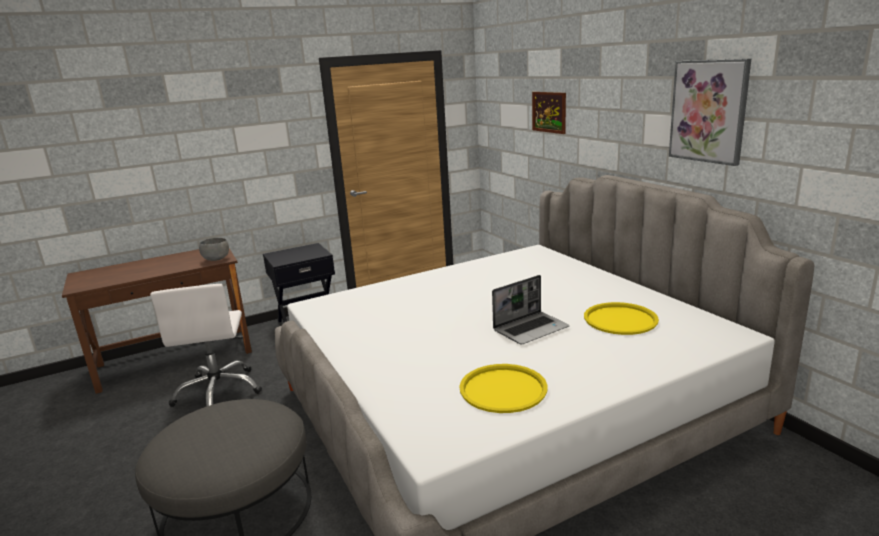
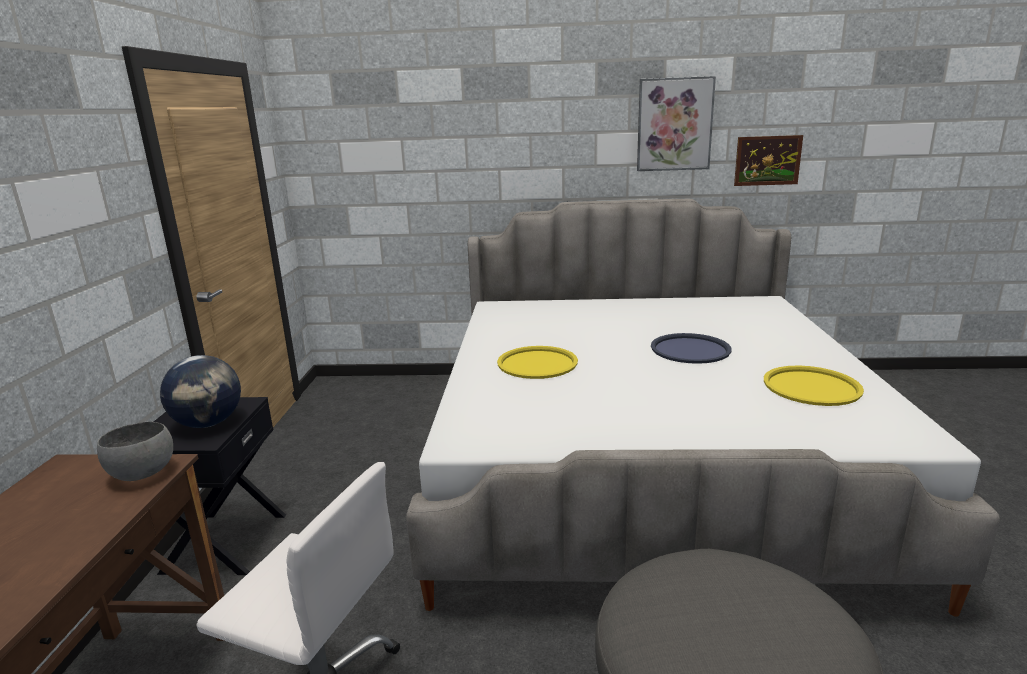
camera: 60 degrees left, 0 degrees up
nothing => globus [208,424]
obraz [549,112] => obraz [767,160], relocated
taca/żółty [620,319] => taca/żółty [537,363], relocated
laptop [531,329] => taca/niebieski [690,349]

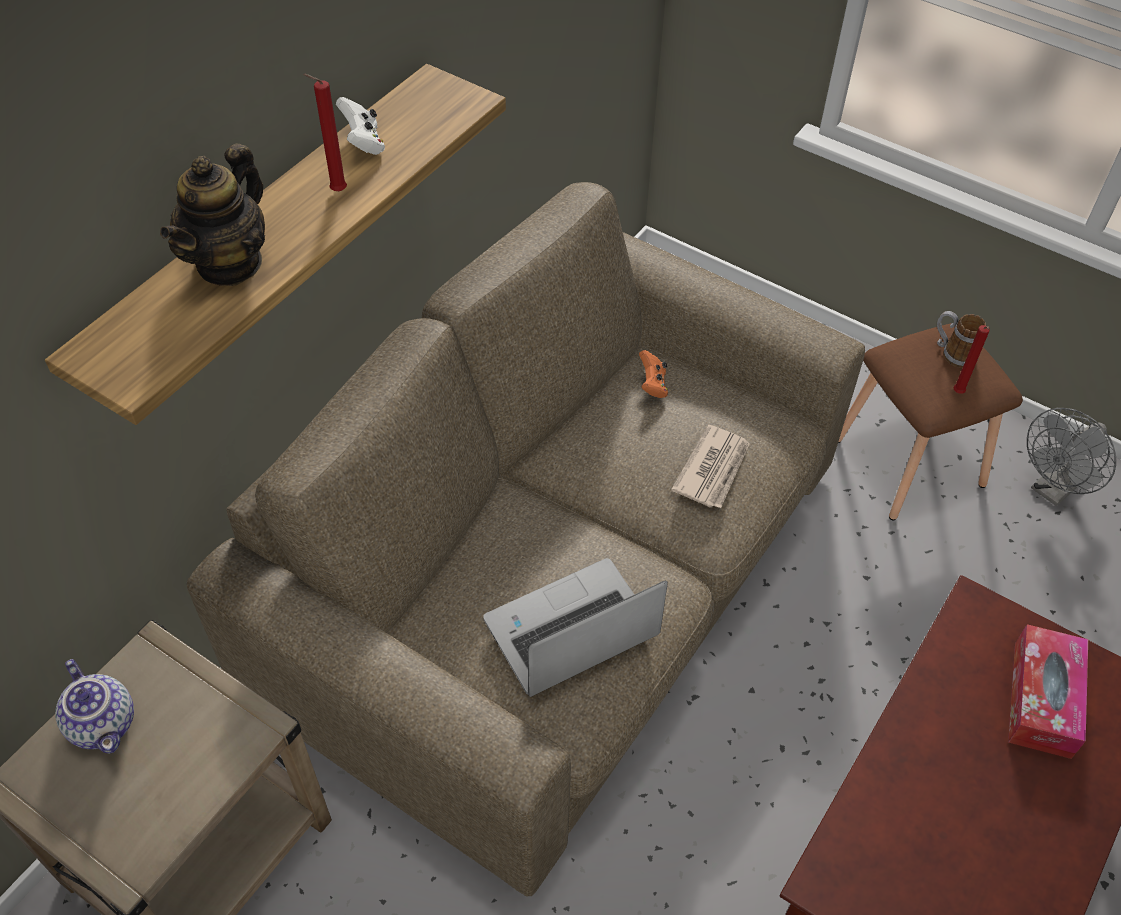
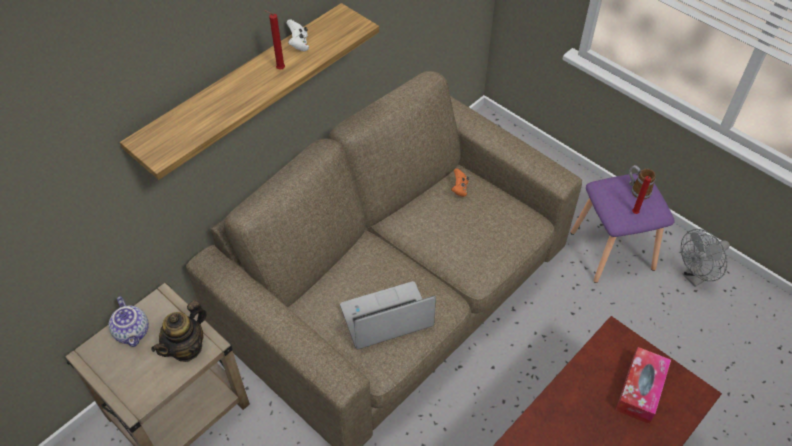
camera: 10 degrees right, 0 degrees up
gazeta [713,469] => nothing
imbryk [230,263] => imbryk [187,348], relocated
stołek/brązowy [911,463] => stołek/fioletowy [613,251]

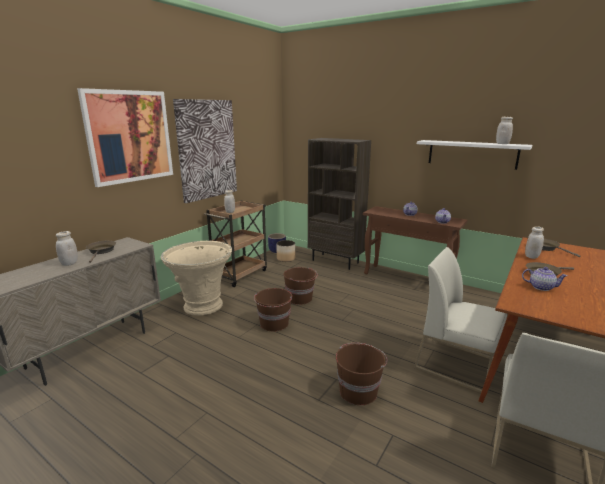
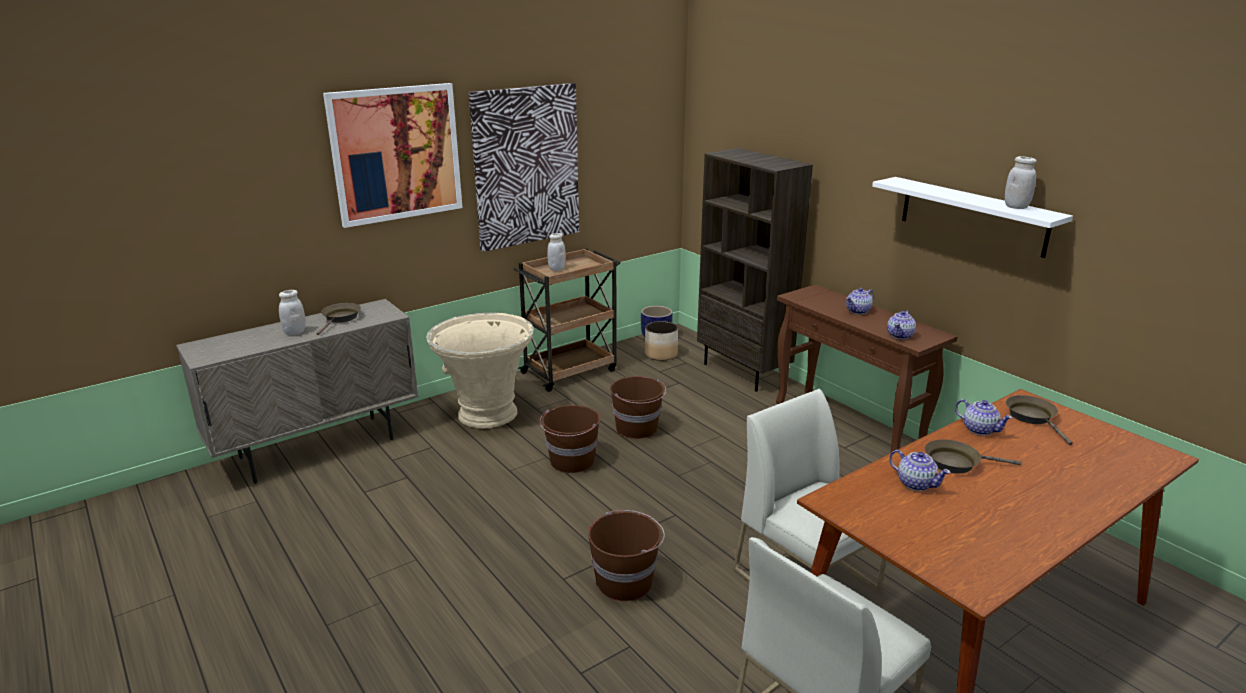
camera: 20 degrees right, 5 degrees up
słoik/biały [532,257] => imbryk [979,429]

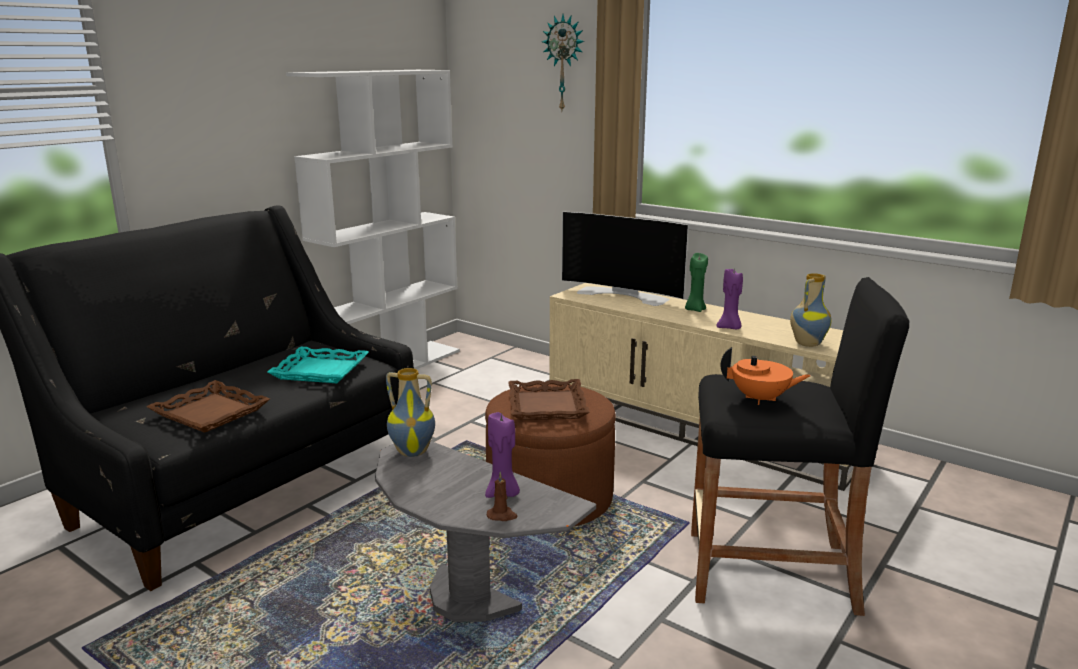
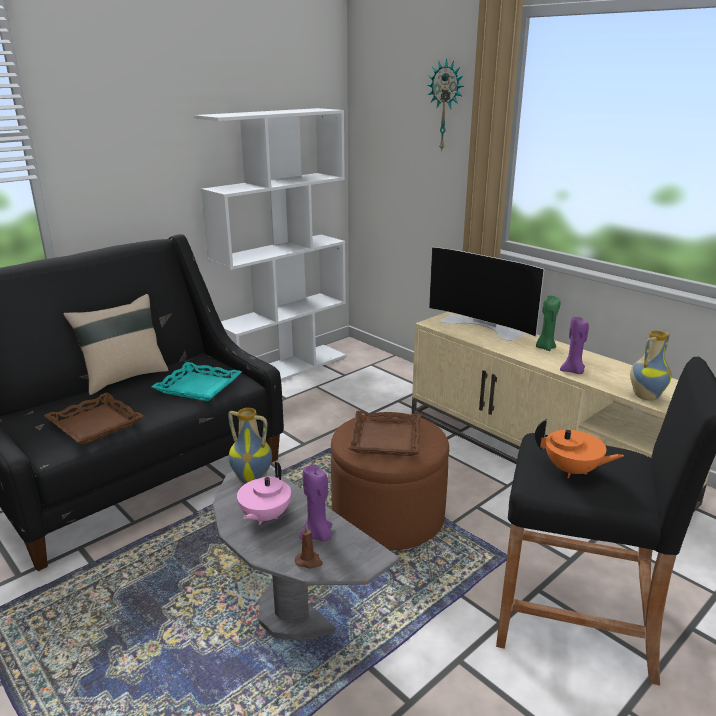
camera: 10 degrees right, 5 degrees up
nothing => poduszka/beżowy [124,377]
nothing => imbryk/różowy [264,516]

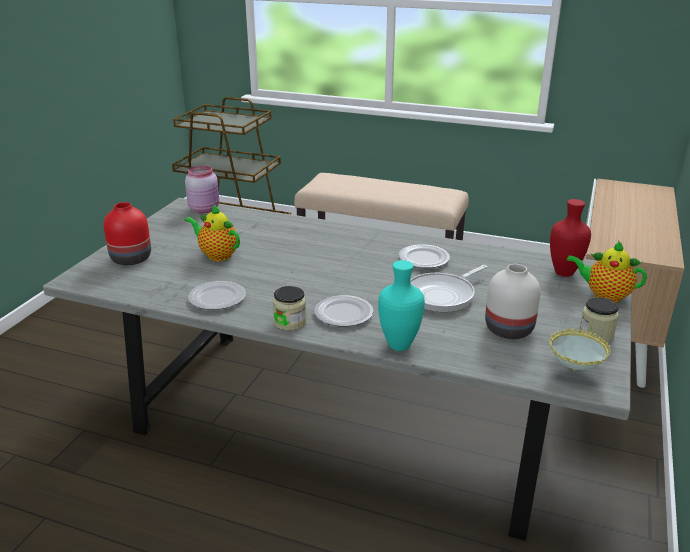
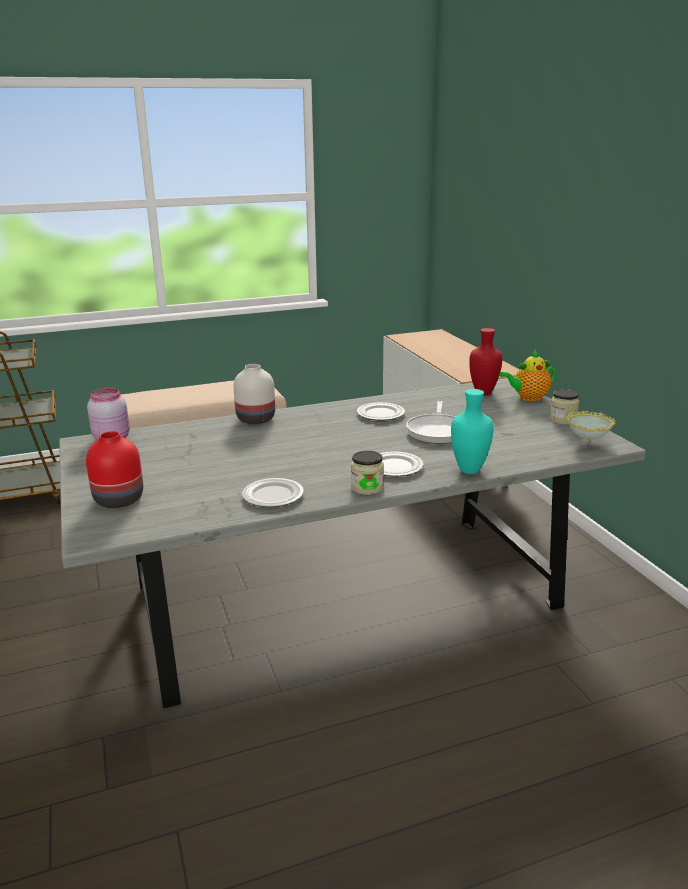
camera: 40 degrees left, 5 degrees down
imbryk [217,255] => nothing
wazon/biały [508,330] => wazon/biały [255,419], relocated

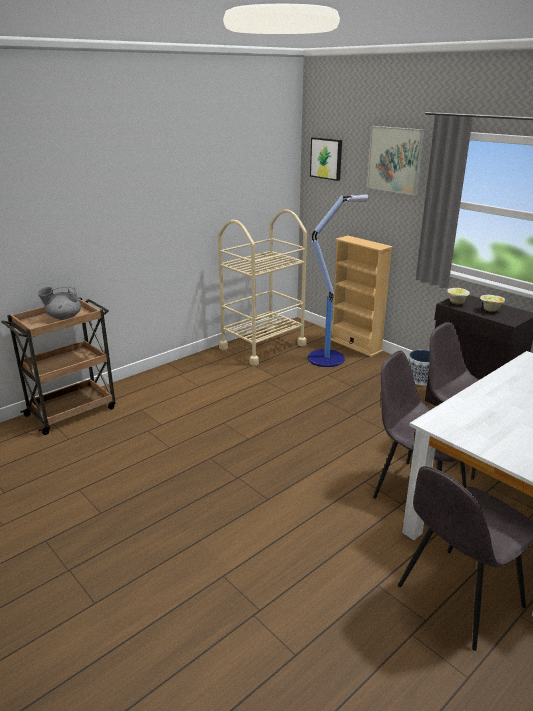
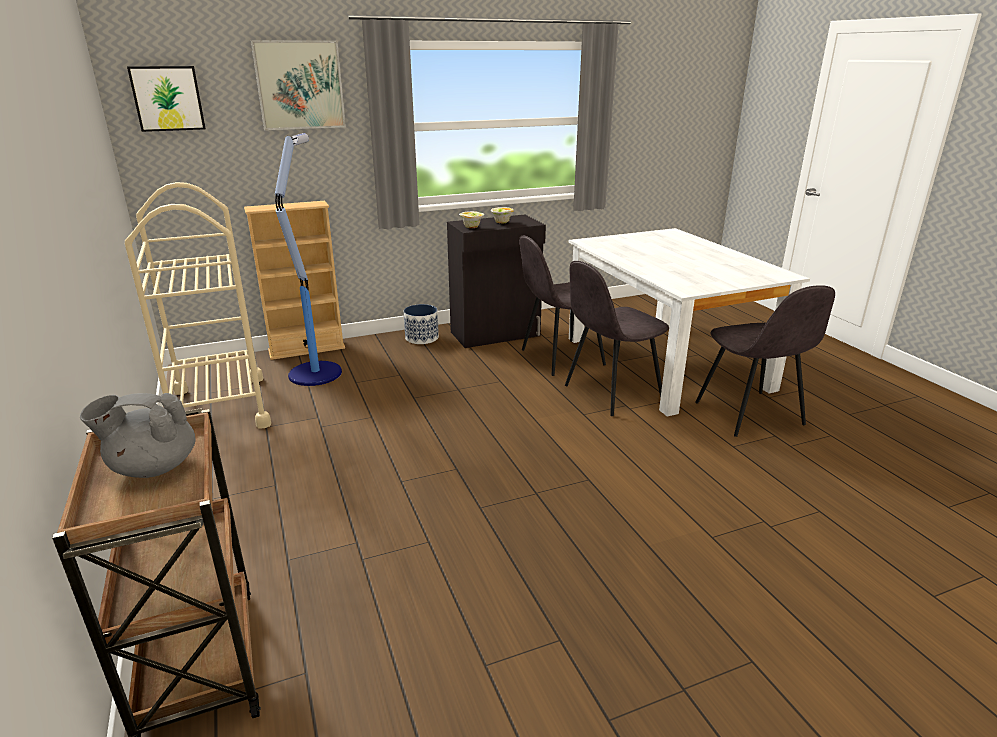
camera: 70 degrees left, 0 degrees up
imbryk/szary [63,317] => imbryk/szary [153,467], 90 degrees clockwise

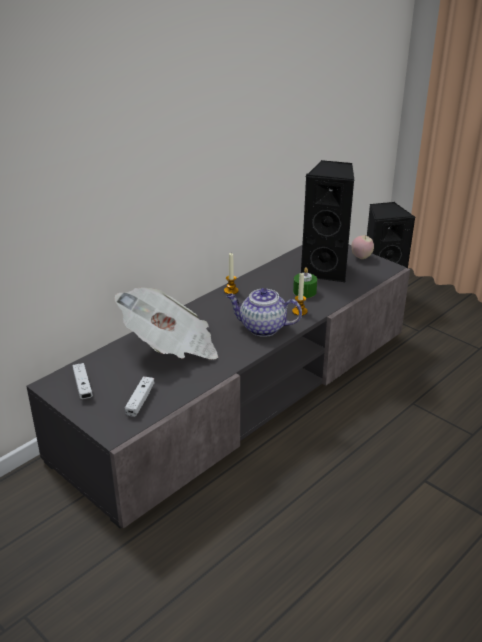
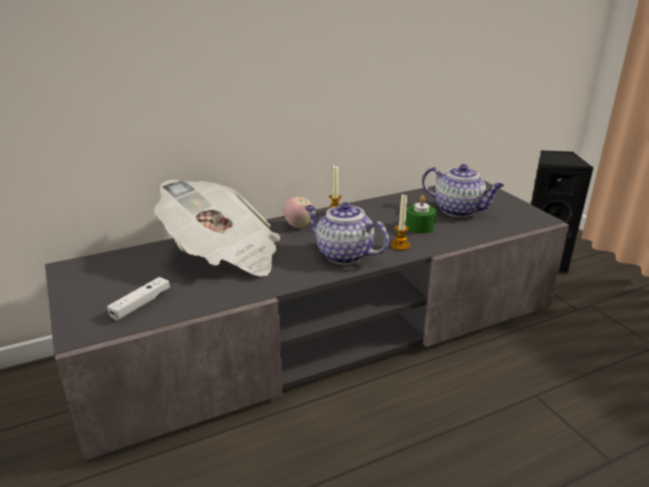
camera: 20 degrees right, 5 degrees down
pad do gier/biały [83,386] => nothing
jabłko [361,257] => jabłko [298,226], relocated
głośnik/czarny [326,270] => imbryk [459,210]

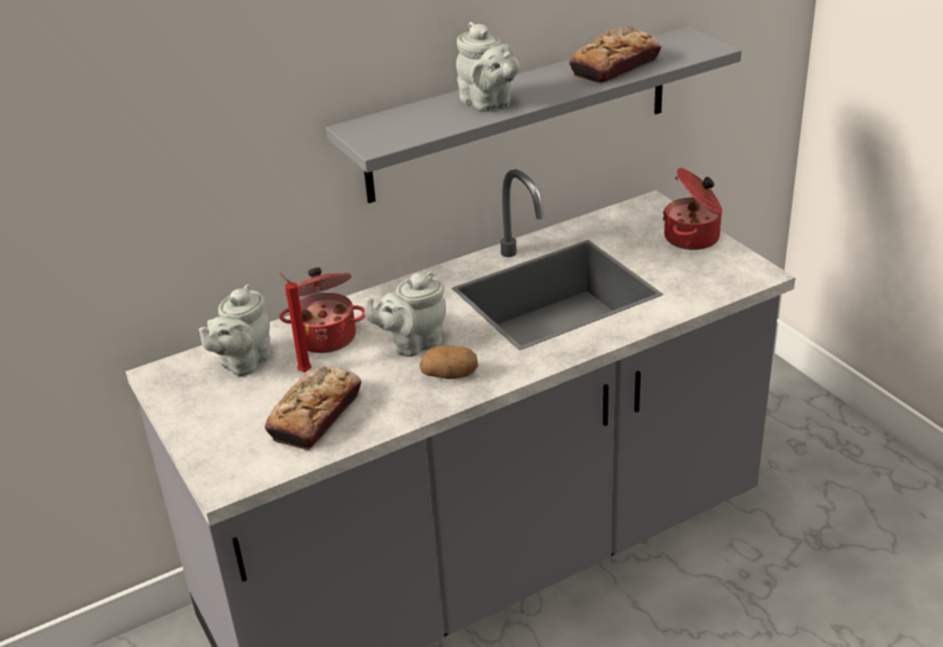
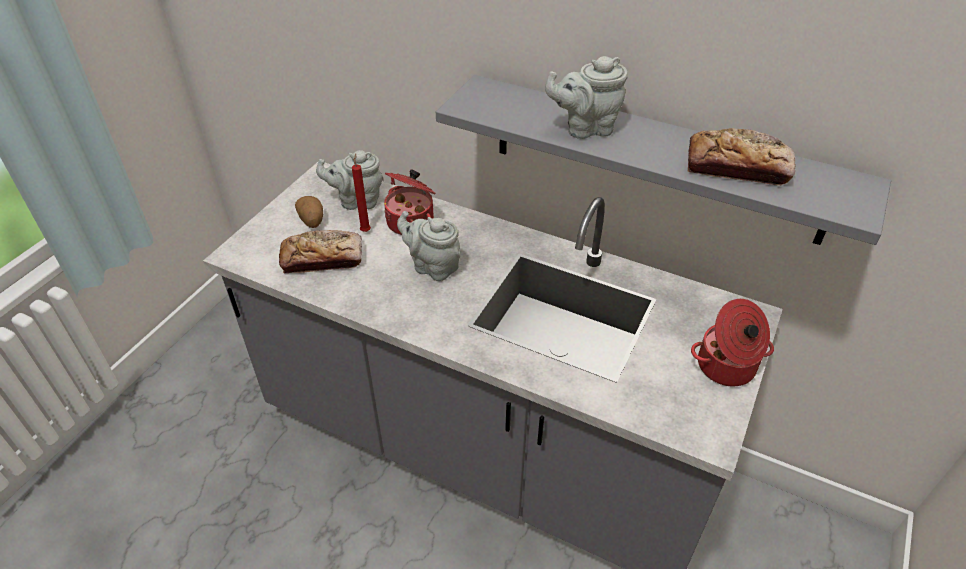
camera: 55 degrees right, 10 degrees up
ziemniak [450,375] => ziemniak [312,221], relocated
imbryk/szary [488,103] => imbryk/szary [585,128], 60 degrees clockwise

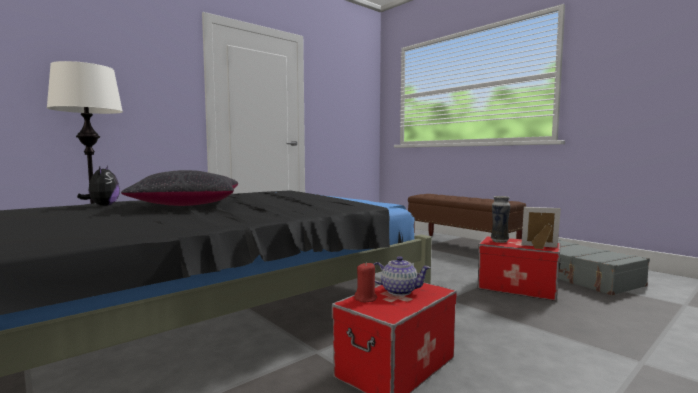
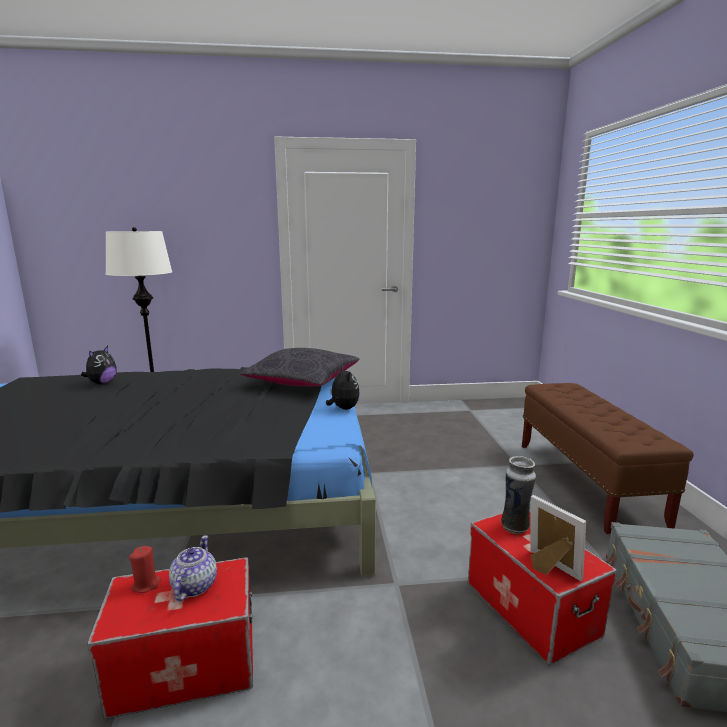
camera: 35 degrees right, 10 degrees up
nothing => pluszak [343,408]
poduszka/czarny [189,205] => poduszka/czarny [303,381], relocated
imbryk [399,291] => imbryk [194,586], 135 degrees counterclockwise

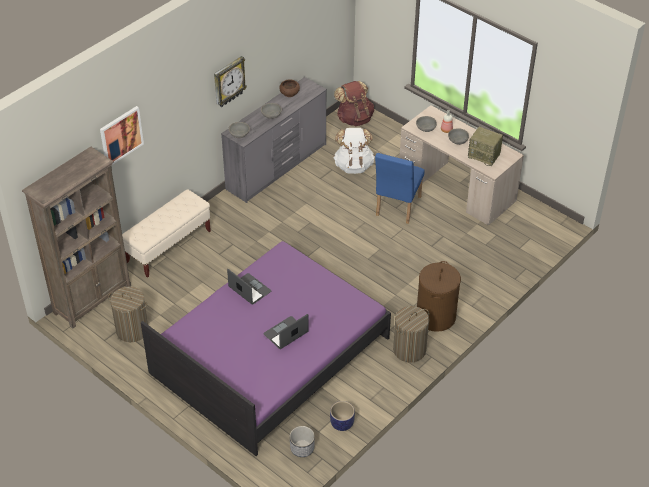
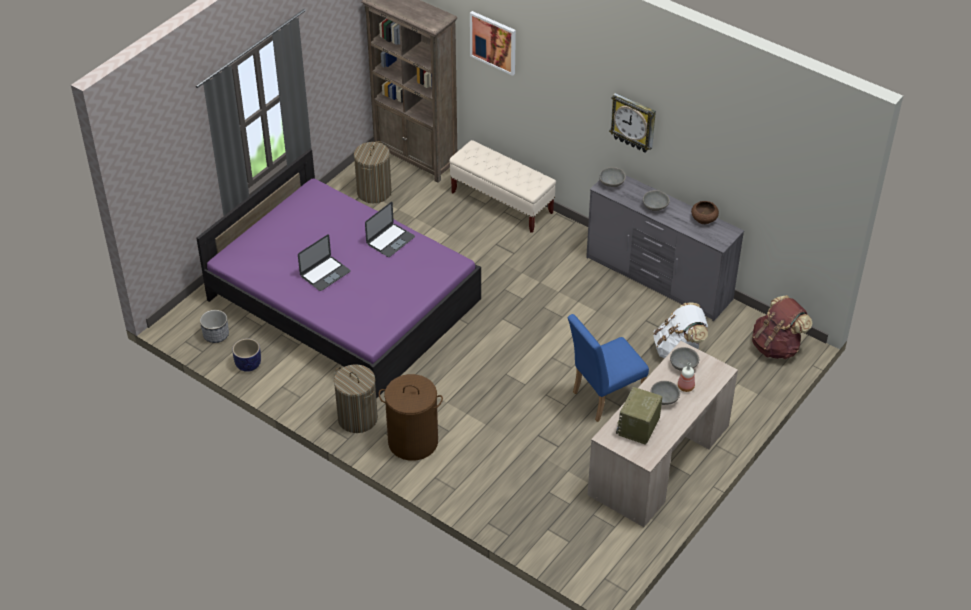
camera: 85 degrees right, 0 degrees up
laptop [286,333] => laptop [325,273], 90 degrees clockwise
krzesło/niebieski [396,208] => krzesło/niebieski [603,398], 45 degrees counterclockwise

